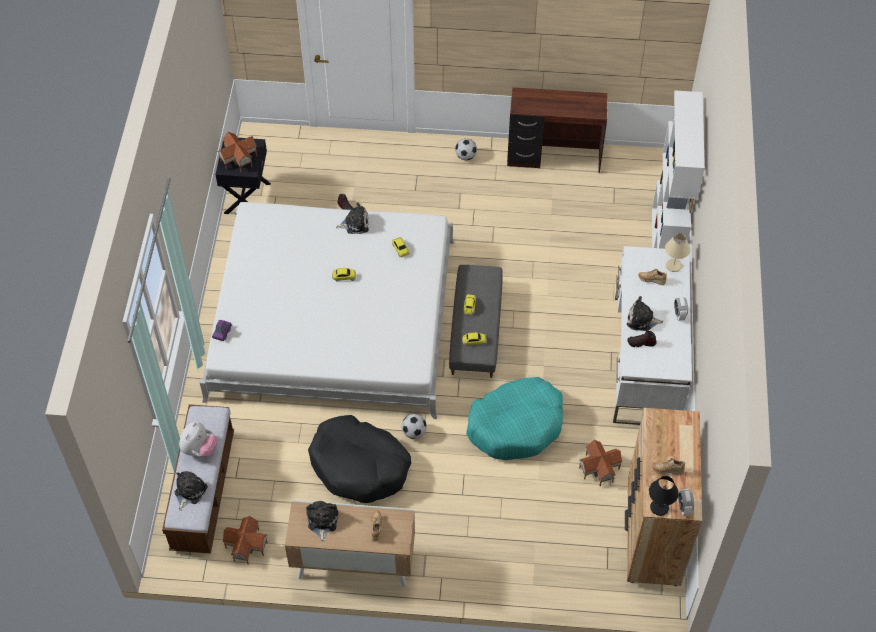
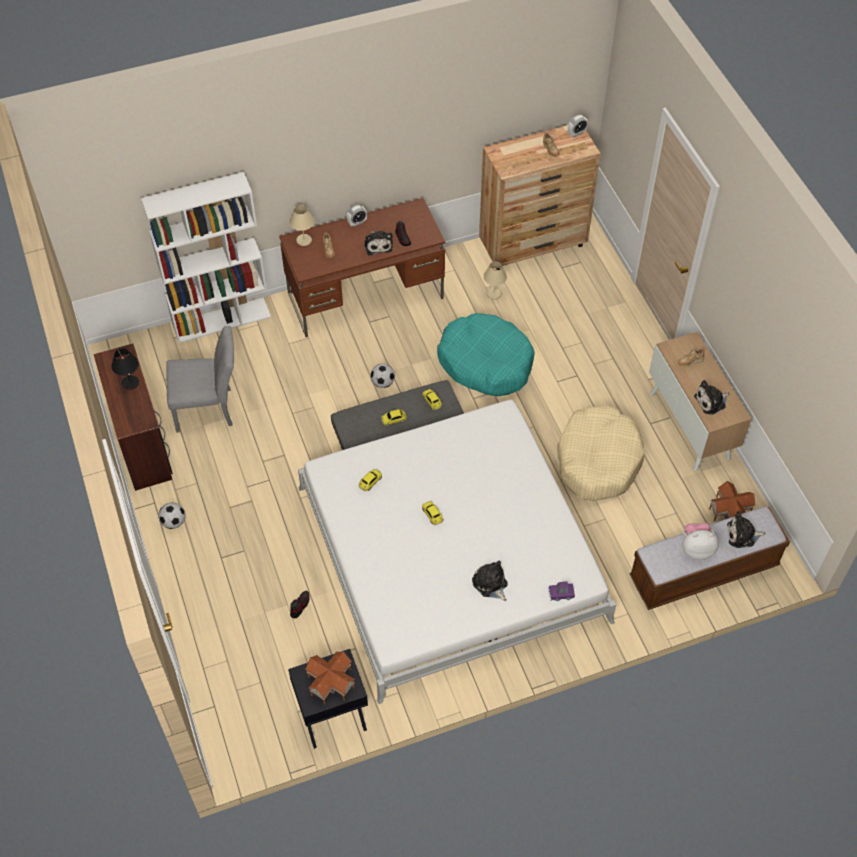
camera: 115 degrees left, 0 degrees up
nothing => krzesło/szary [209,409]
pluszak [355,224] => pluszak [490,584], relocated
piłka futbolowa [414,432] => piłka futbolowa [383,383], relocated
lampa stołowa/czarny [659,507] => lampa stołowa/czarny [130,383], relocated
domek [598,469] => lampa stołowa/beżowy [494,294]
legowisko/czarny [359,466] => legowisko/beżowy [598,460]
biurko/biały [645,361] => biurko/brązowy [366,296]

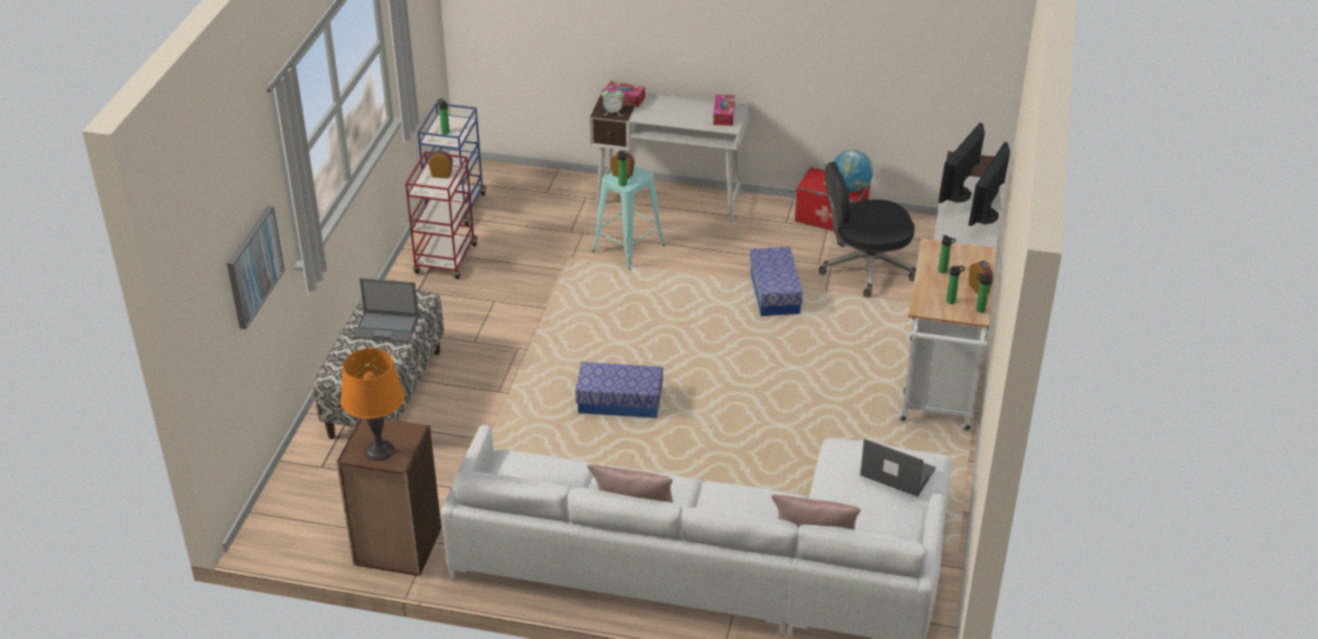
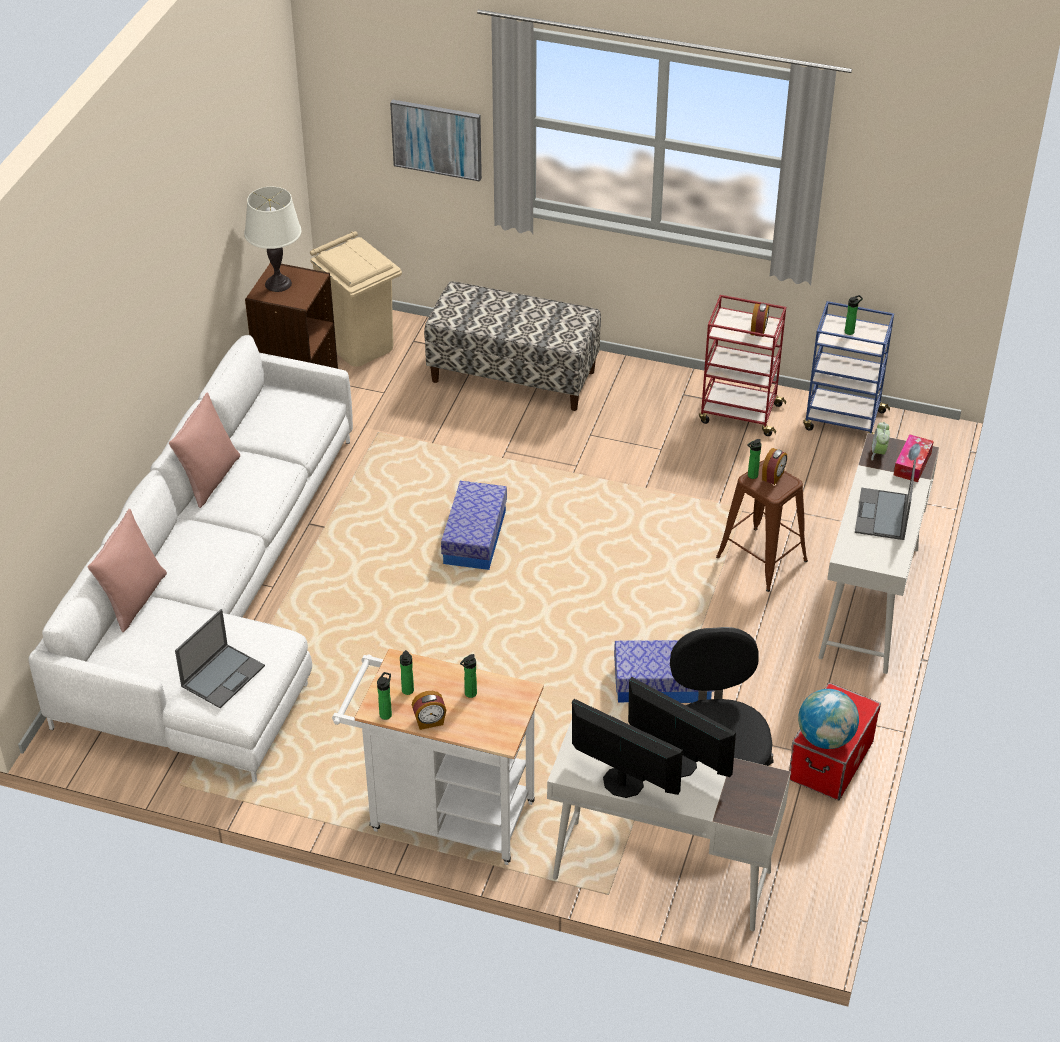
camera: 95 degrees right, 5 degrees up
pudełko chusteczek [723,115] => nothing
nothing => kosz na śmieci/beżowy [360,345]
laptop [387,327] => laptop [882,515], relocated
lampa stołowa/pomarańczowy [379,450] => lampa stołowa/biały [278,283]
stołek/turkusowy [628,248] => stołek/brązowy [761,559]

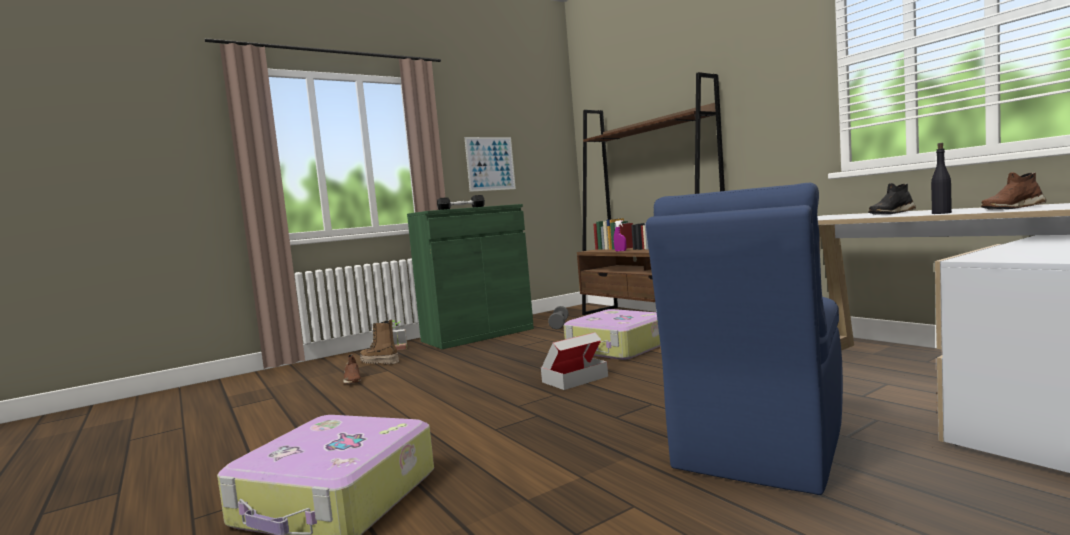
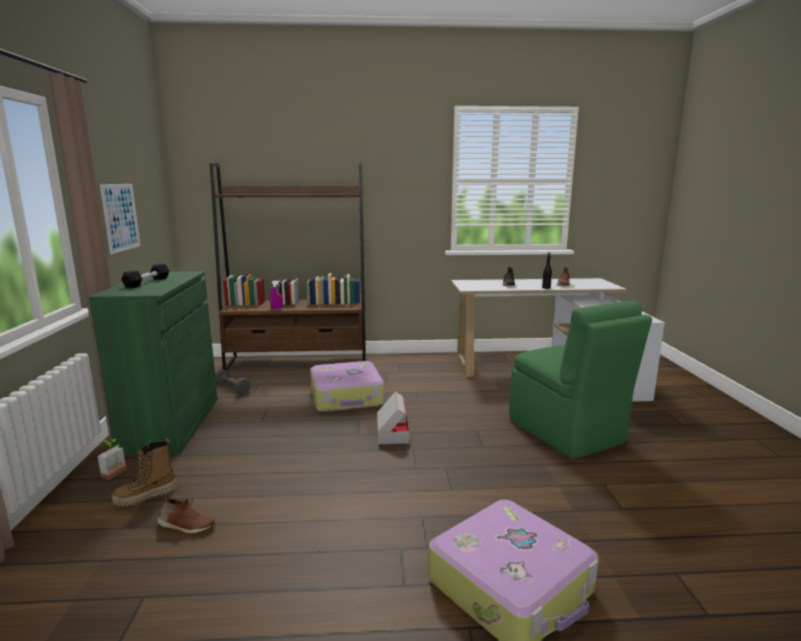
camera: 60 degrees left, 10 degrees up
krzesło/niebieski [758,447] => krzesło/zielony [566,433]

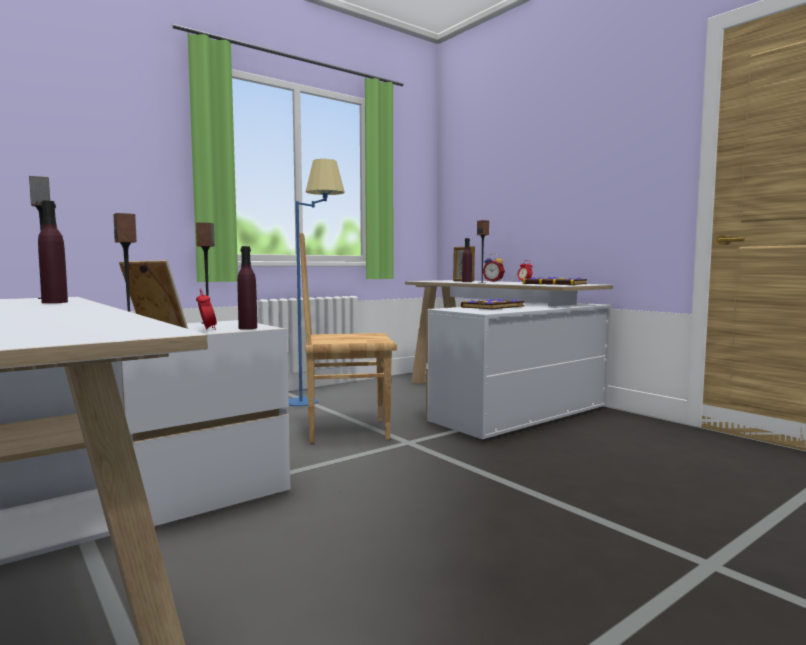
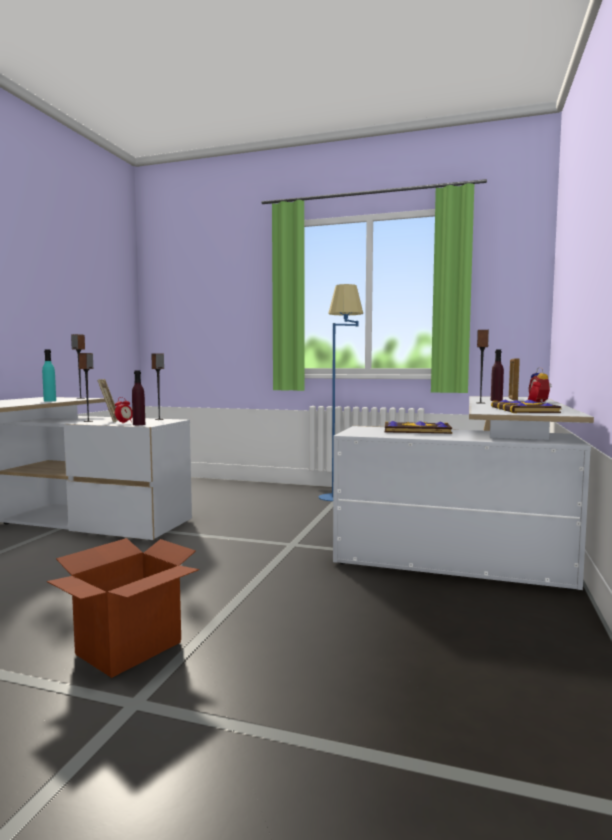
camera: 55 degrees right, 0 degrees up
krzesło/brązowy [347,430] => nothing
nothing => karton [129,648]
butelka/fioletowy [54,302] => butelka/turkusowy [50,401]

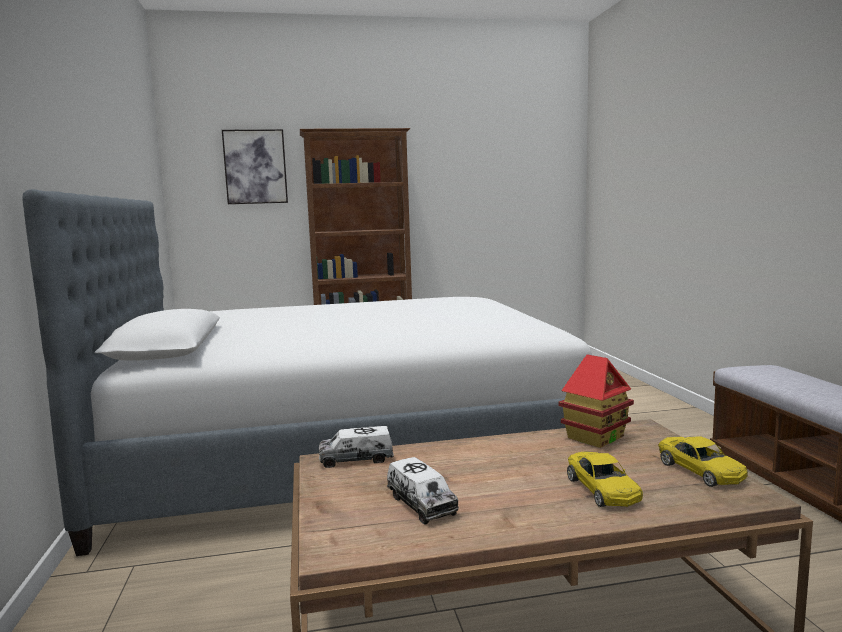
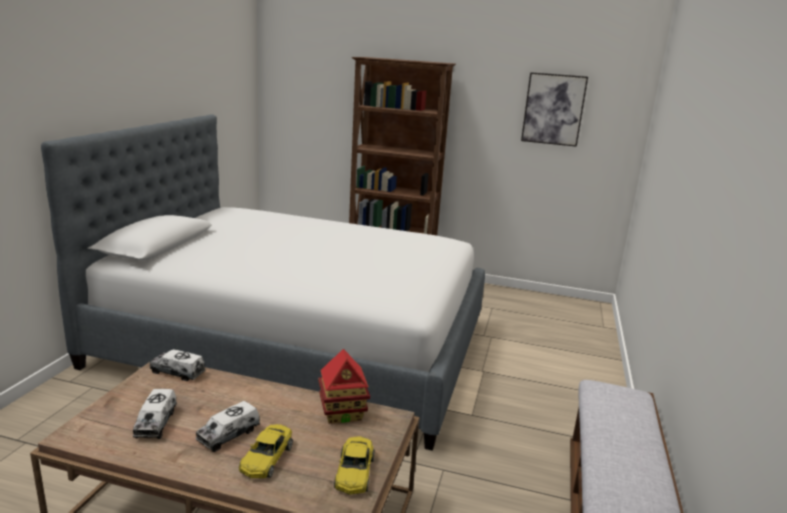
camera: 25 degrees right, 10 degrees up
nothing => ciężarówka zabawkowa [228,435]
obraz [255,167] => obraz [553,109], relocated

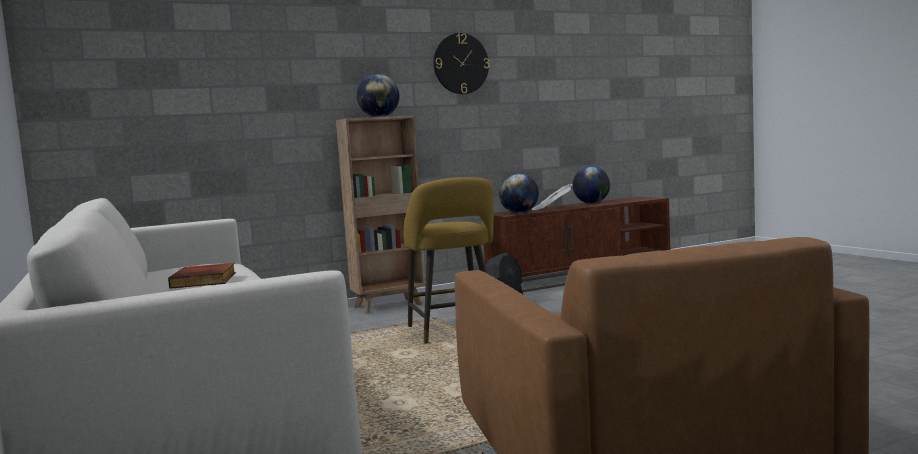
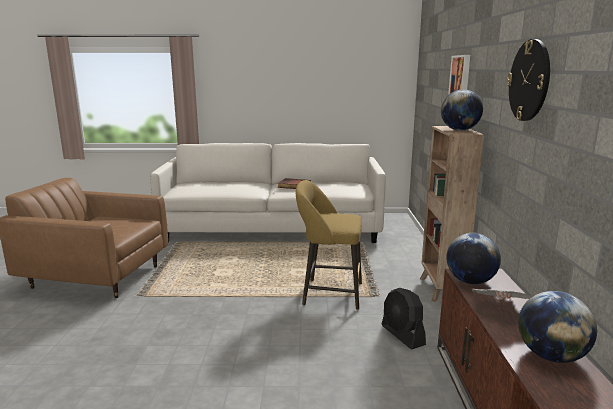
camera: 115 degrees right, 10 degrees up
nothing => obraz [461,77]

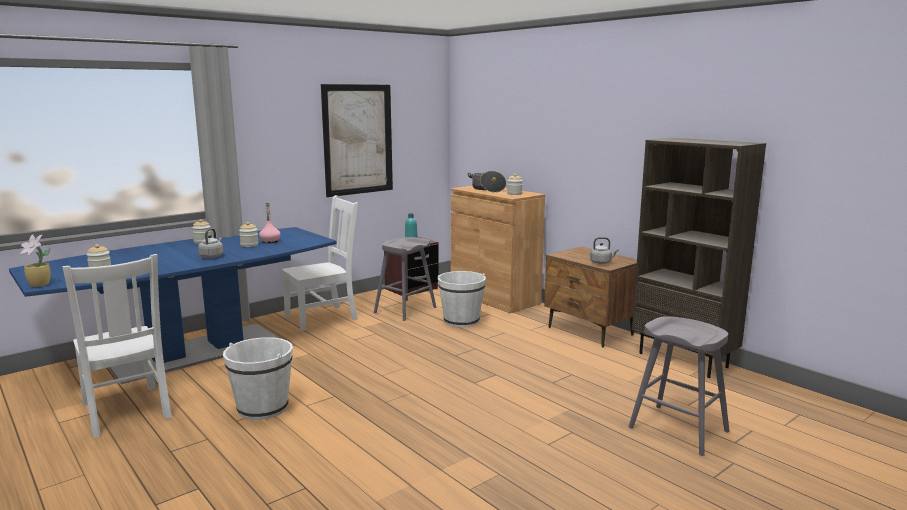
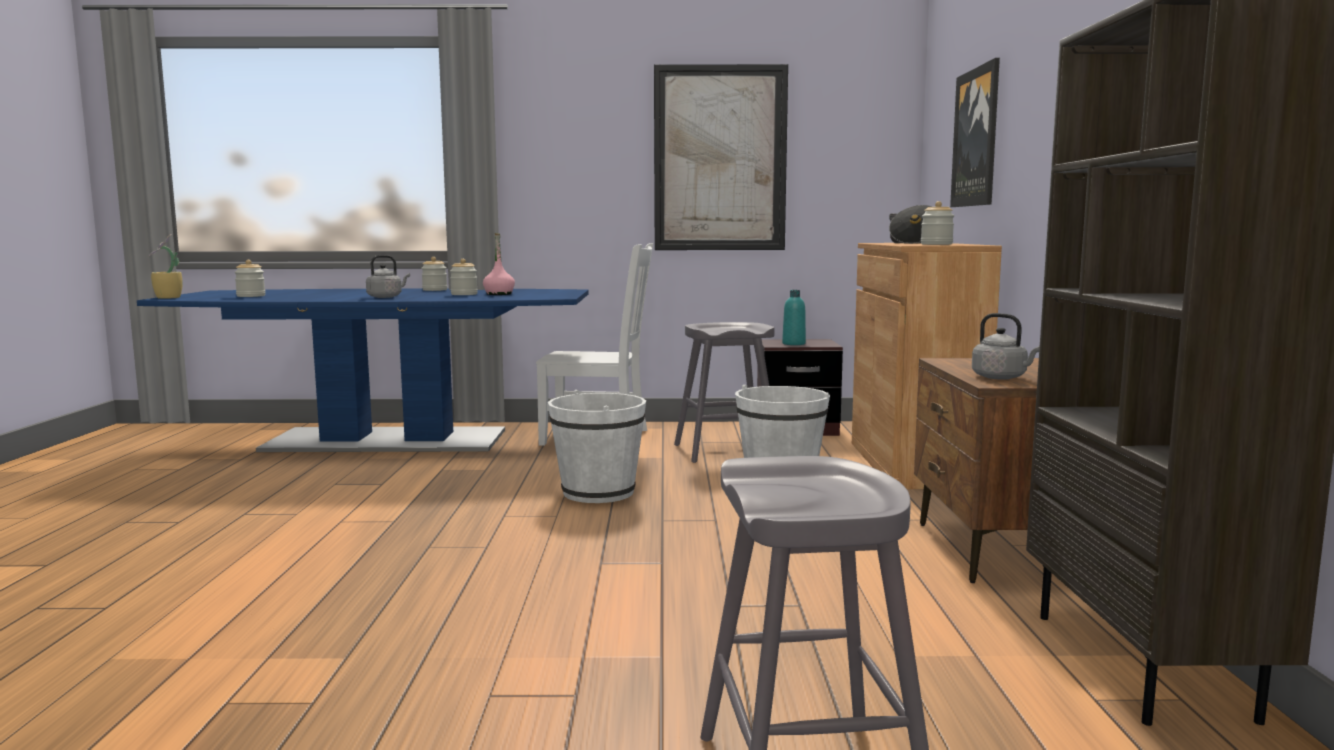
camera: 40 degrees right, 5 degrees down
krzesło/biały [126,412] => nothing
nothing => obraz [977,138]
wiadro/biały [263,408] => wiadro/biały [598,492], relocated

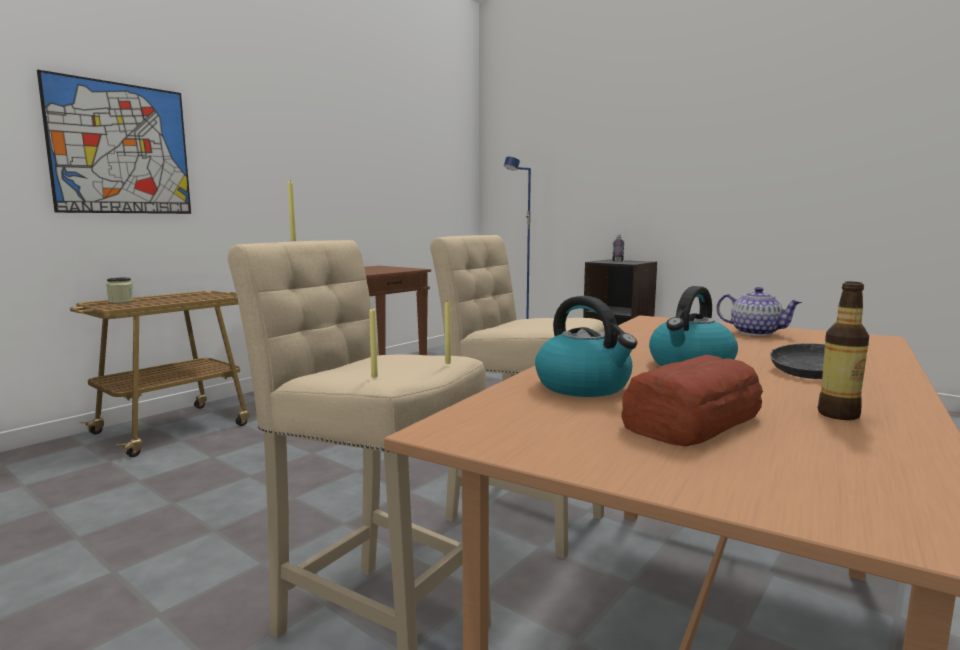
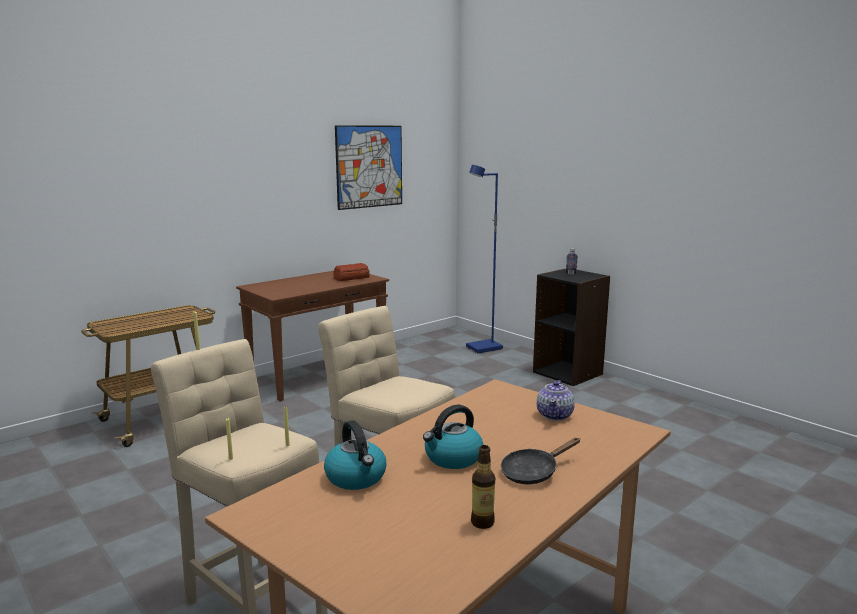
camera: 10 degrees right, 5 degrees up
słoik [121,301] => nothing
obraz [121,149] => obraz [369,166], relocated
chleb [689,421] => chleb [351,278], relocated
imbryk [755,332] => imbryk [555,415], 60 degrees clockwise

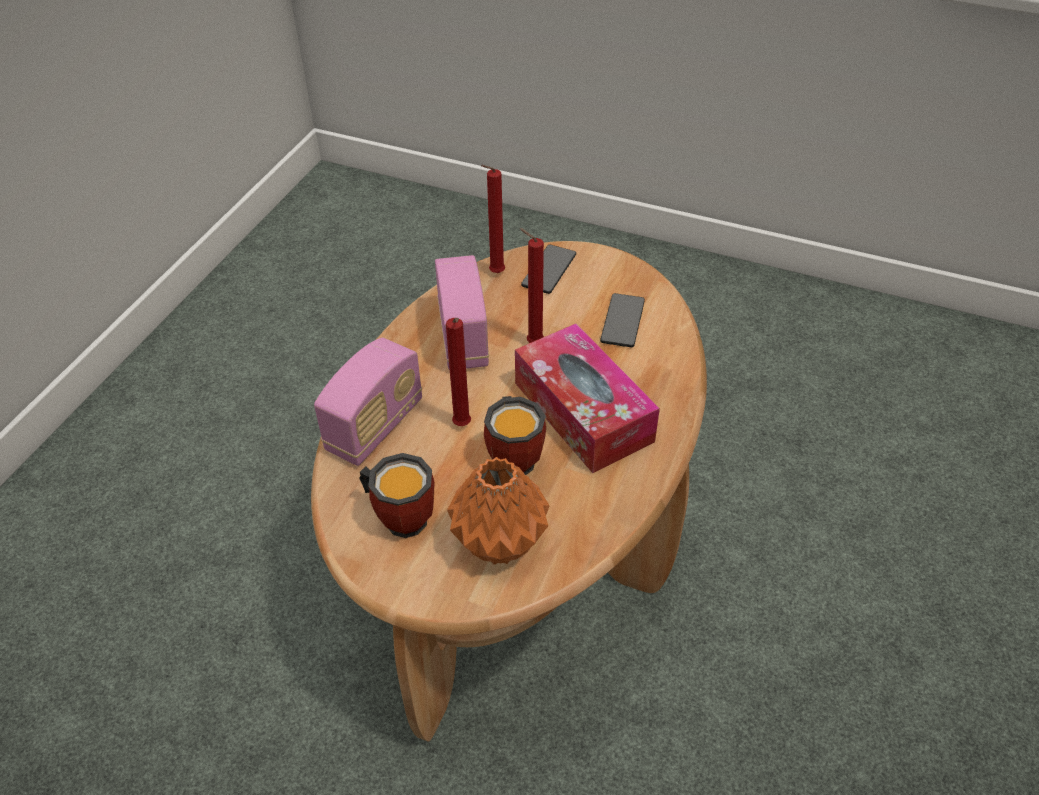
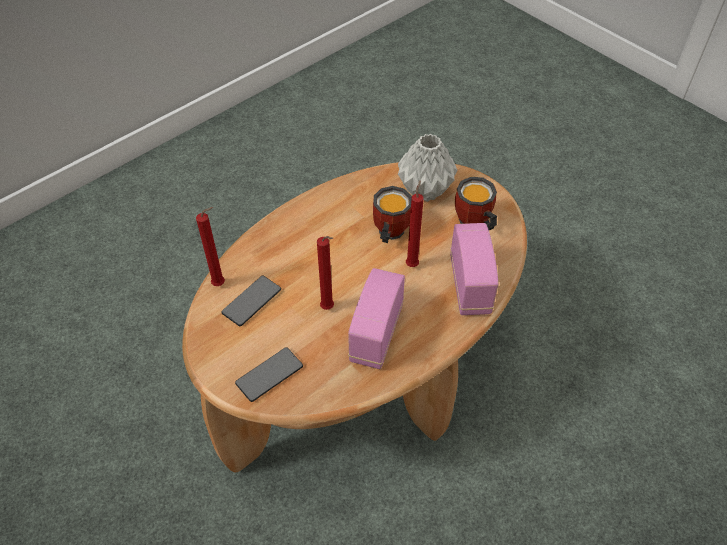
camera: 155 degrees left, 5 degrees up
pudełko chusteczek [583,412] => nothing
świeca/czerwony [494,274] => świeca/czerwony [221,284], relocated
wazon/pomarańczowy [500,545] => wazon/szary [425,190]
radio [375,426] => radio [470,285], 120 degrees clockwise

